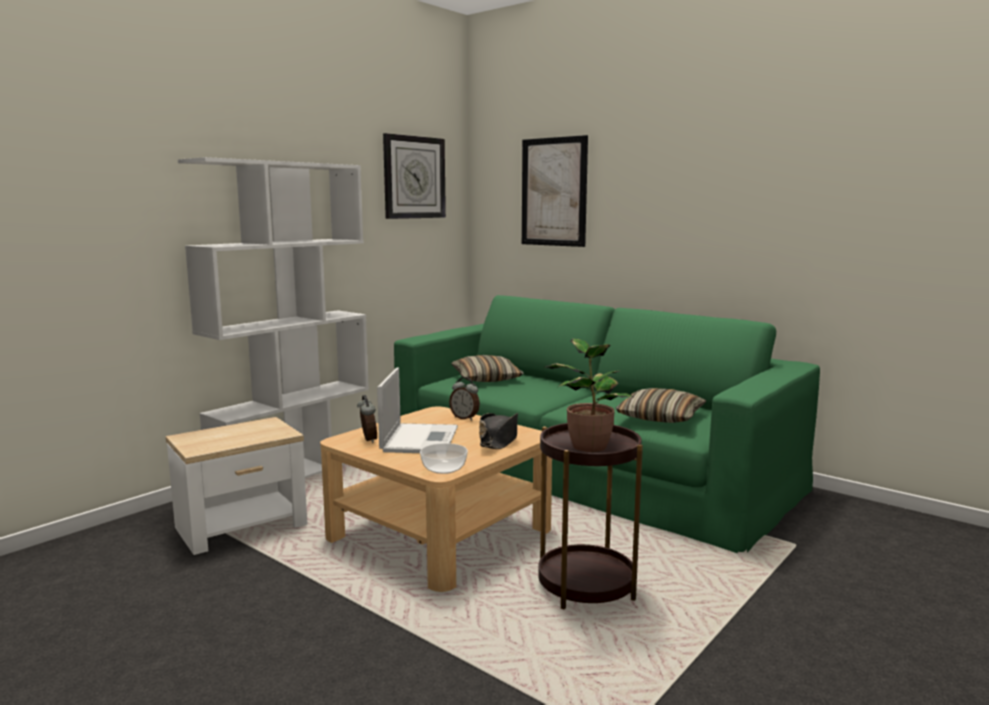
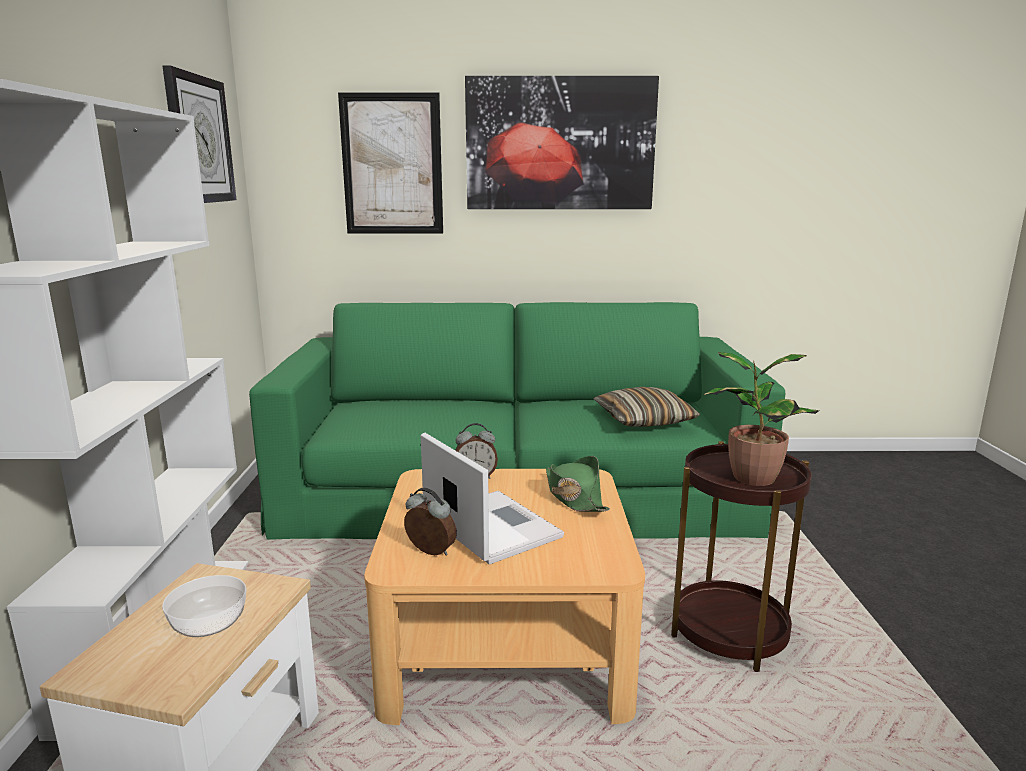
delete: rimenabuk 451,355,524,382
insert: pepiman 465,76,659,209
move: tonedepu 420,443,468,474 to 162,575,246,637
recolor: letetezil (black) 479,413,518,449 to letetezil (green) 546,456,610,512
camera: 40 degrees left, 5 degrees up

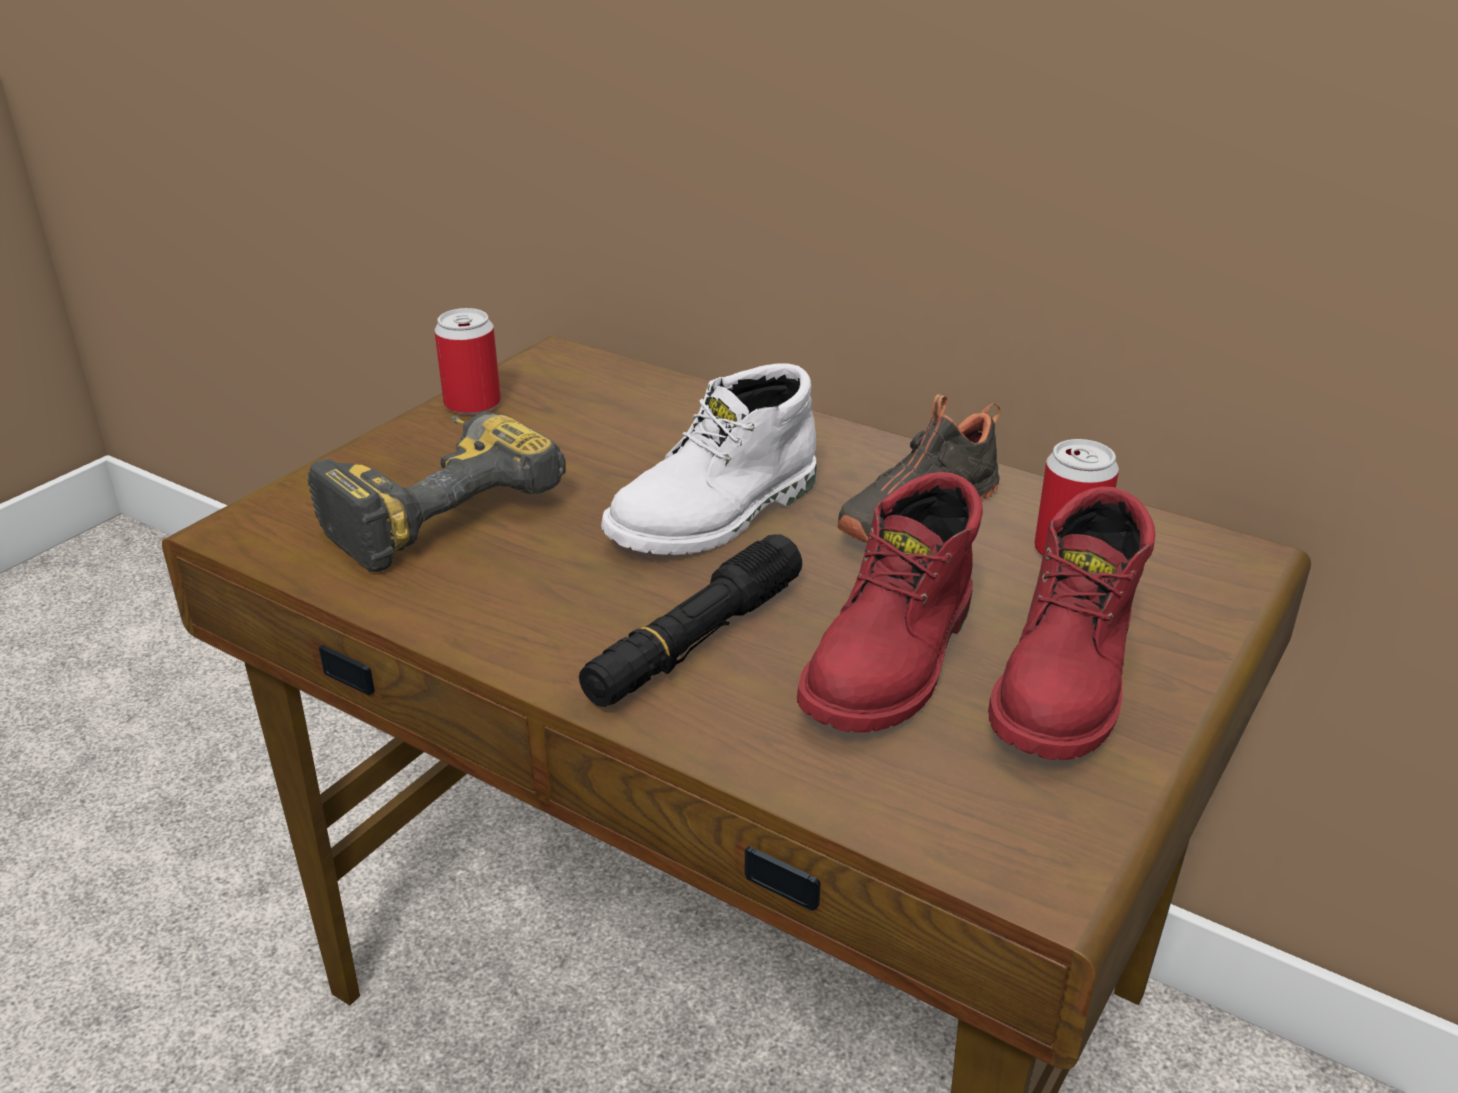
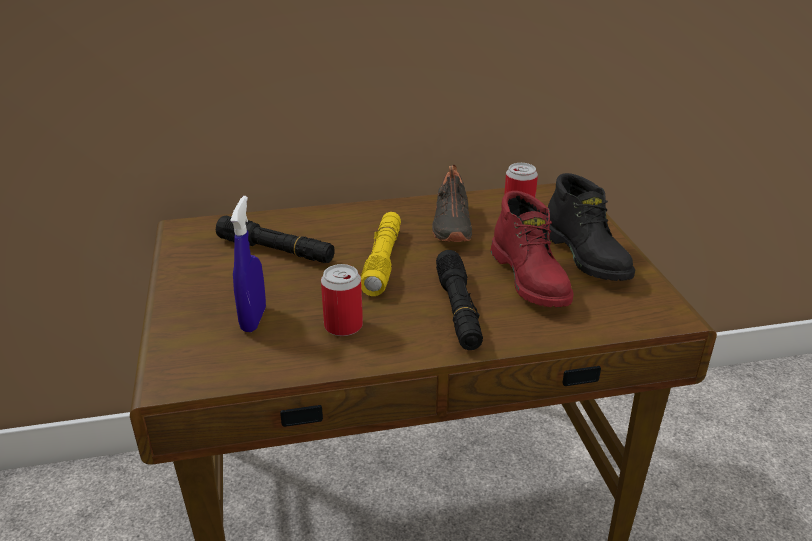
insert: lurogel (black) 216,216,335,263
move: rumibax 435,308,501,415 to 321,264,363,336
replace: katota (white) 601,363,817,555 to lurogel (yellow) 361,212,401,296; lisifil 307,412,565,572 to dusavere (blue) 230,196,266,332
recolor: katota (red) 988,486,1156,760 to katota (black) 548,173,635,281
camera: 45 degrees left, 0 degrees up

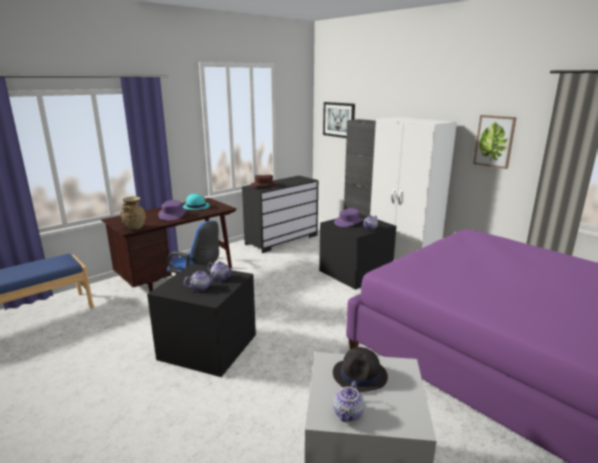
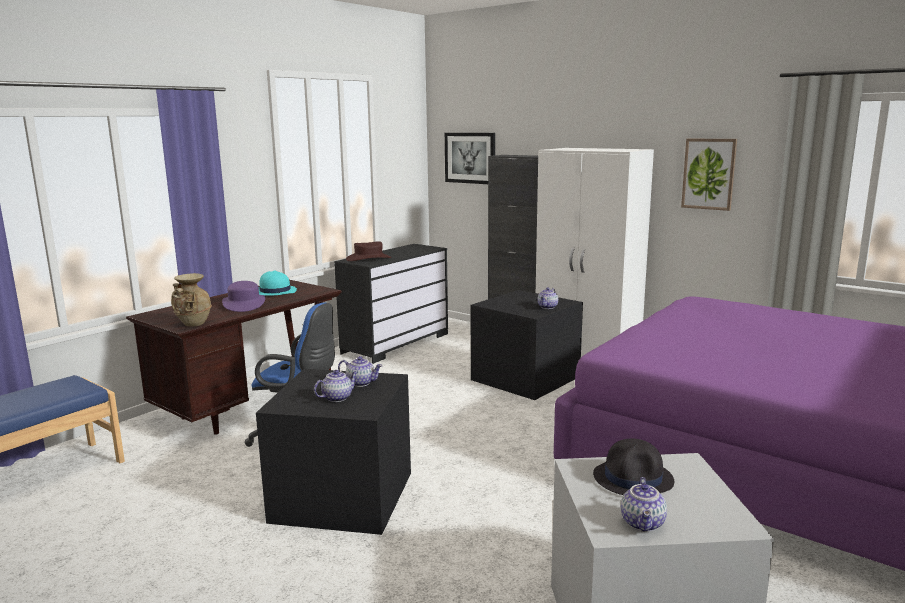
delete: letetezil (purple) 334,208,364,227
camera: 10 degrees left, 5 degrees down

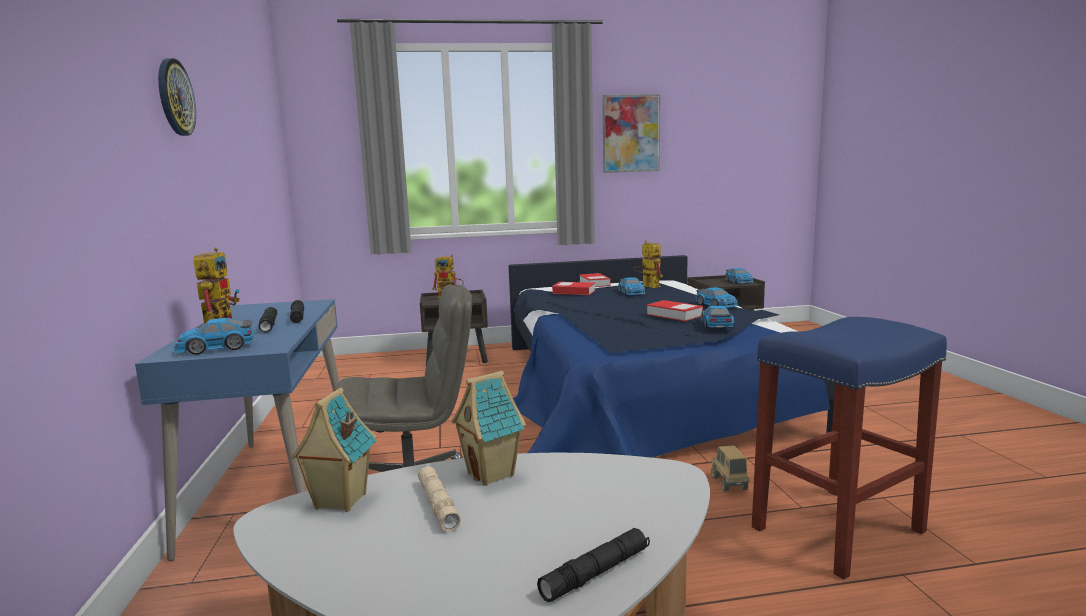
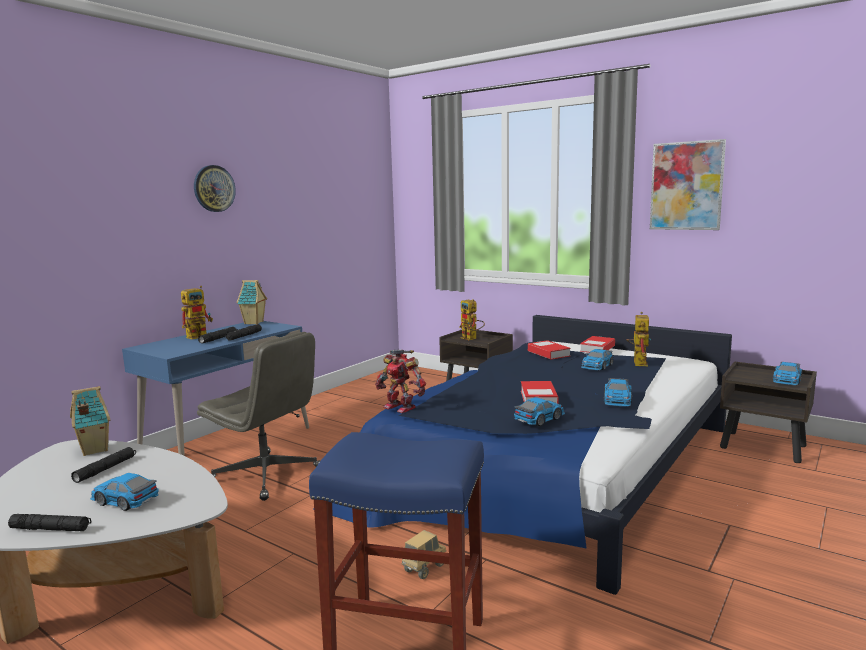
insert: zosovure 375,350,426,413
move: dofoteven 173,318,254,355 to 90,473,159,511; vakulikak 451,371,526,486 to 237,280,267,324
recolor: lurogel (beige) 418,466,461,532 to lurogel (black) 71,447,136,483
camera: 45 degrees right, 0 degrees up

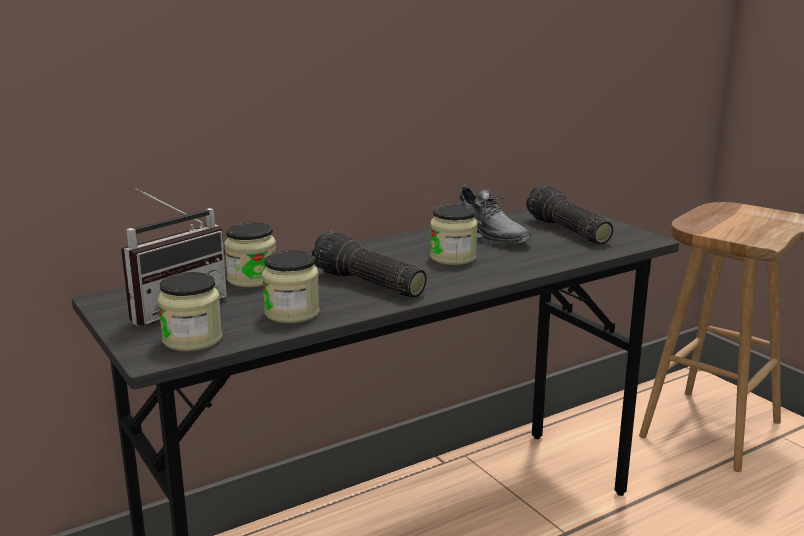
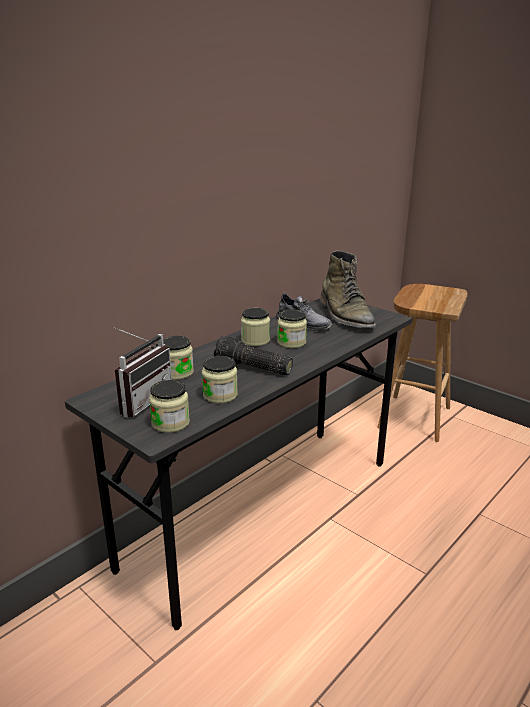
insert: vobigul 241,308,270,346
replace: lurogel 526,185,613,245 to katota (green) 320,251,376,328
camera: 15 degrees left, 5 degrees up

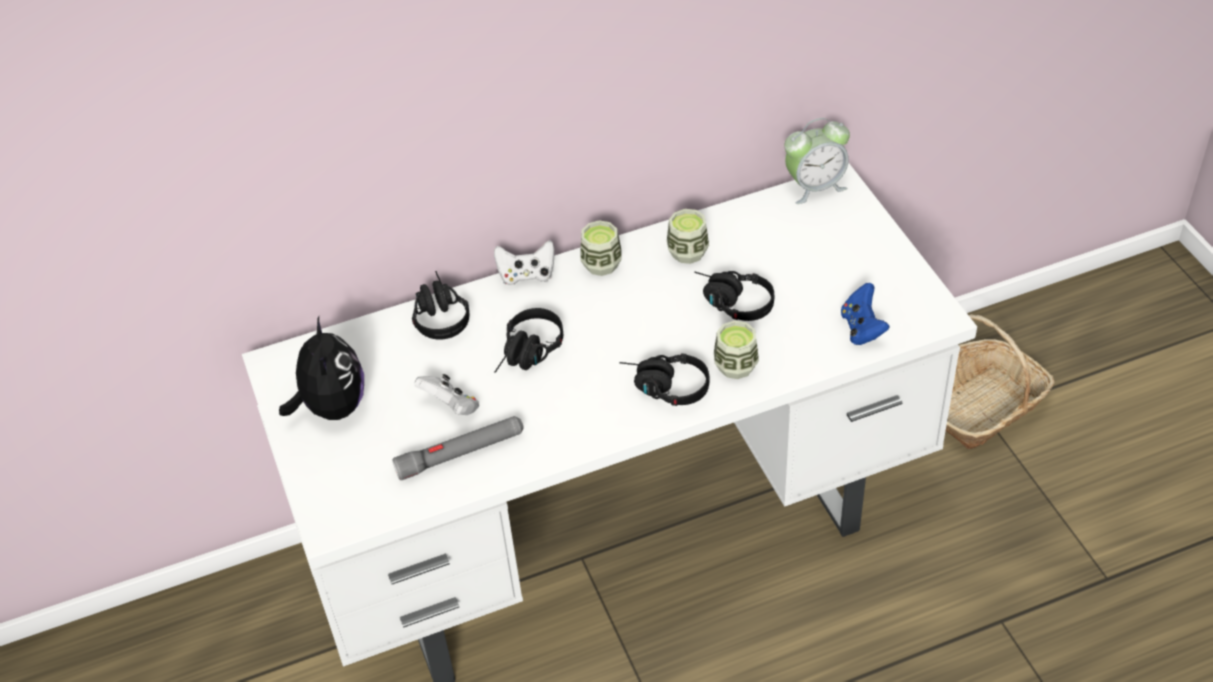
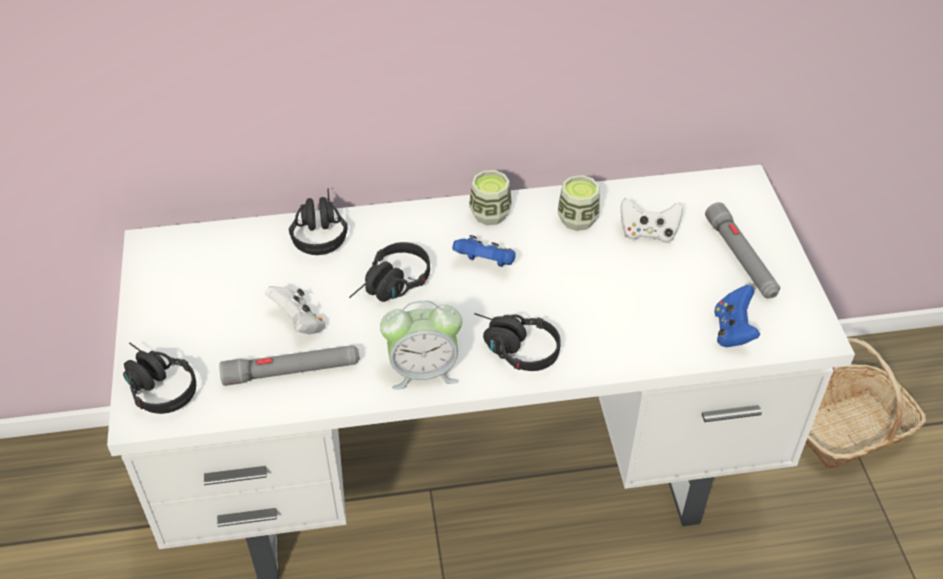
delete: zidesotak 279,317,364,420; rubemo 714,321,759,379
insert: lurogel (grey) 705,202,780,298; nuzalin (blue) 452,235,516,267
move: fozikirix 784,118,850,204 to 380,300,462,390; nuzalin (white) 494,240,554,286 to 621,197,683,243; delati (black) 694,271,774,321 to 123,342,196,414
camera: 10 degrees right, 0 degrees up

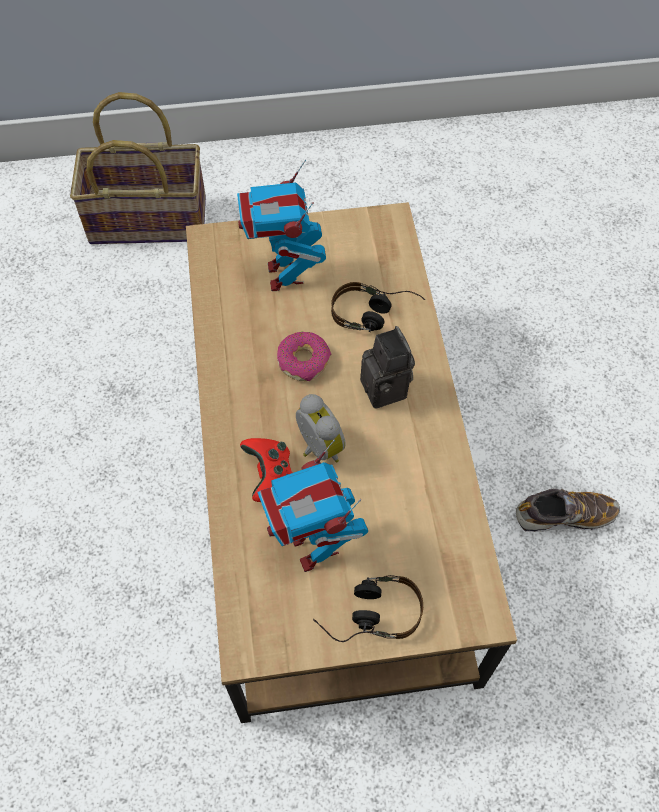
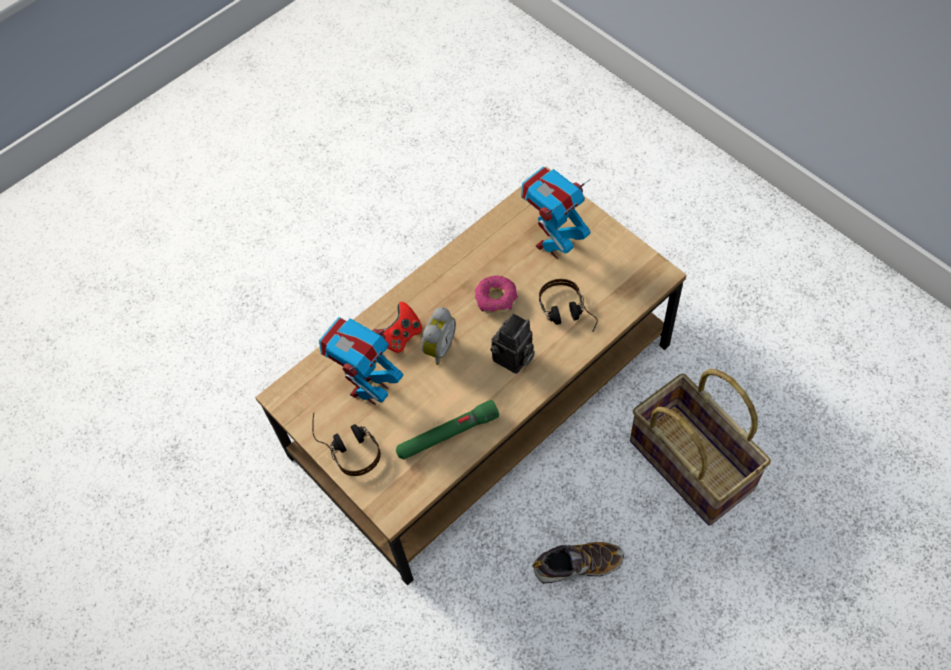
insert: lurogel (green) 396,400,499,459
move: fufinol 70,92,206,244 to 630,369,771,526
rotate: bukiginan 515,488,620,532 = 533,542,624,584 60 degrees counterclockwise
camera: 60 degrees right, 0 degrees up

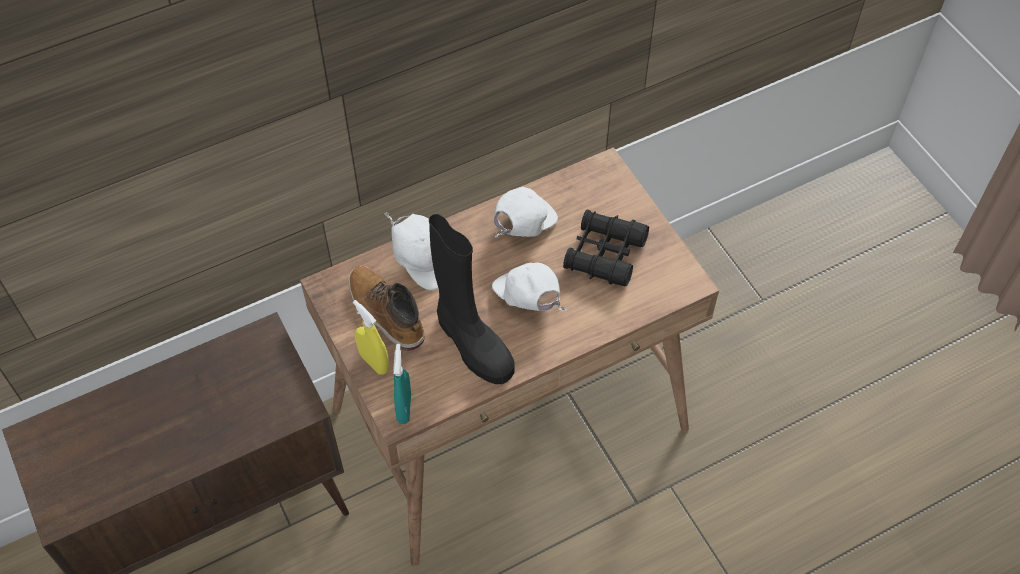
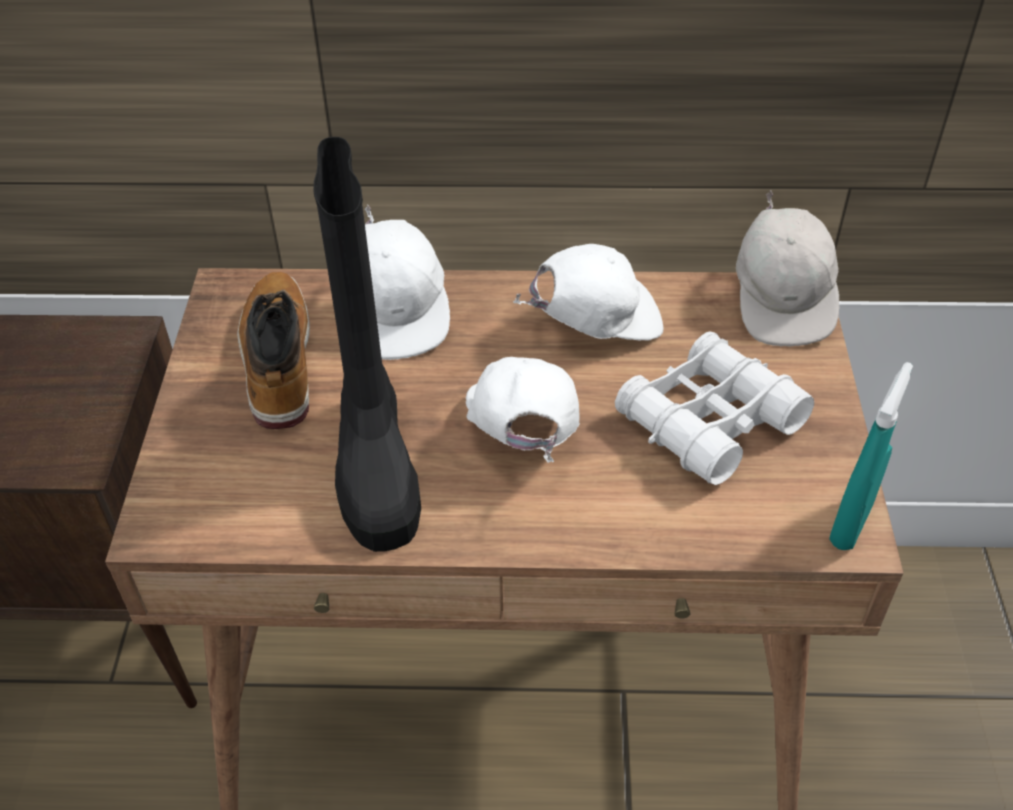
delete: dusavere (yellow) 353,300,389,375
insert: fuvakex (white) 736,190,839,346
move: dusavere (turquoise) 393,344,411,424 to 829,362,913,550
recolor: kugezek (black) 563,209,649,286 to kugezek (white) 615,332,814,485
camera: 30 degrees right, 10 degrees down

